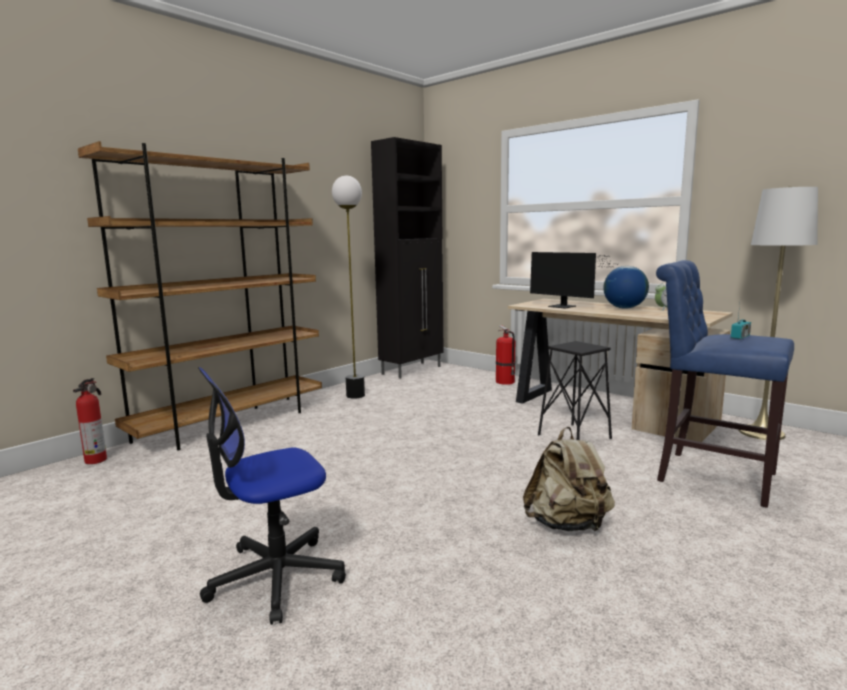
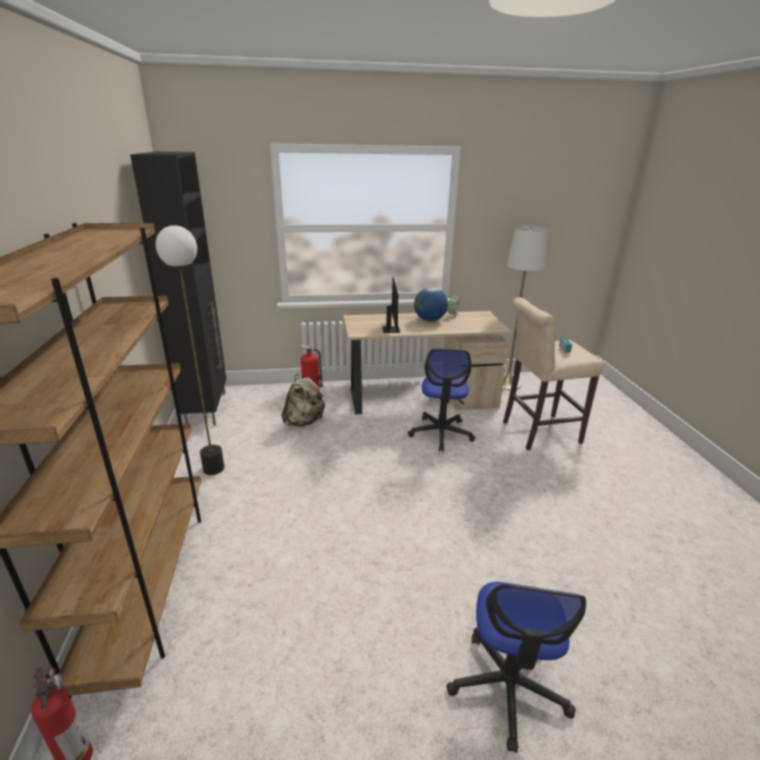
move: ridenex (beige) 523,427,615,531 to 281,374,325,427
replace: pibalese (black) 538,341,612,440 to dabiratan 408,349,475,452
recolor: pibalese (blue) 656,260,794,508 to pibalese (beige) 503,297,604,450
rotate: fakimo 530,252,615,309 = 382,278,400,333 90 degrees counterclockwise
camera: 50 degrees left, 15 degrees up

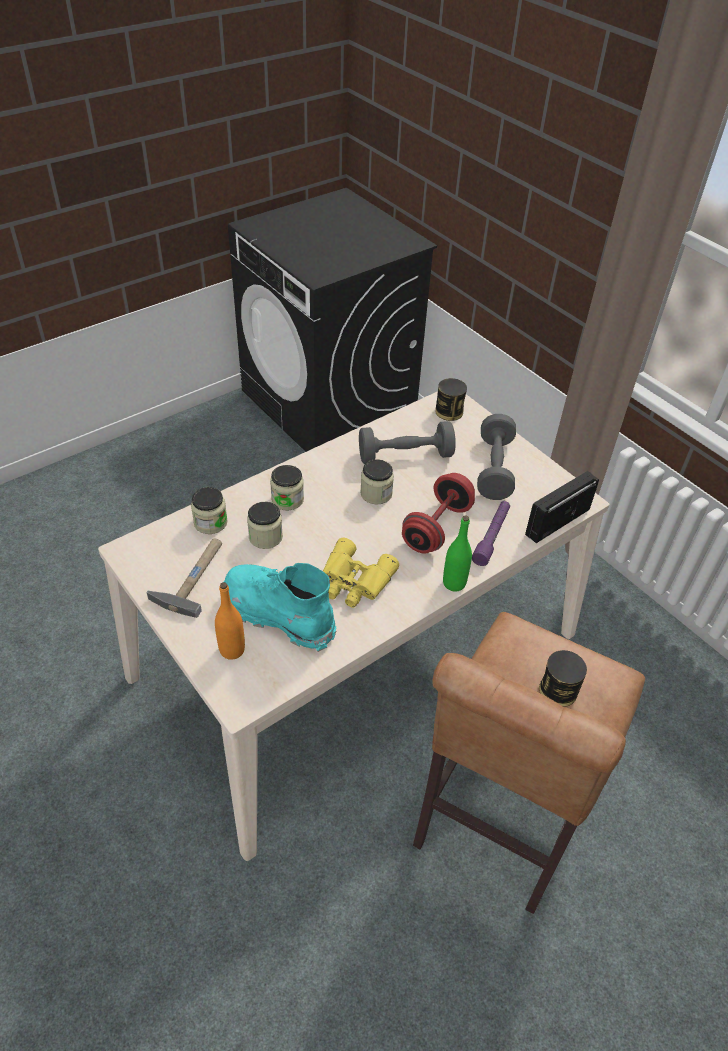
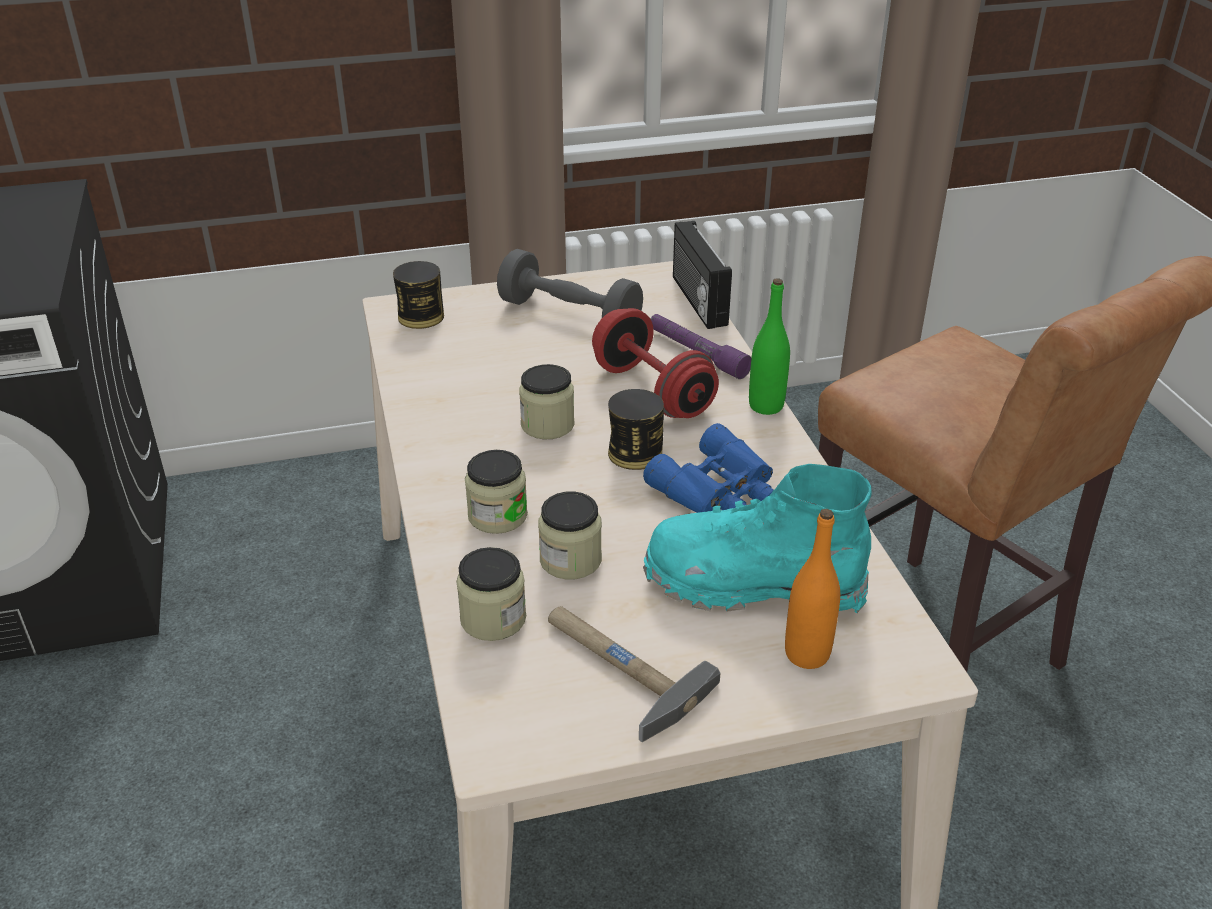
delete: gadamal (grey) 359,421,456,464
move: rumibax 539,650,587,707 to 608,389,664,470
recolor: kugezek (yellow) 323,538,399,608 to kugezek (blue) 643,423,773,513
rotate: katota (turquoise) 224,563,336,652 = 643,464,872,613 45 degrees clockwise
camera: 65 degrees left, 10 degrees down

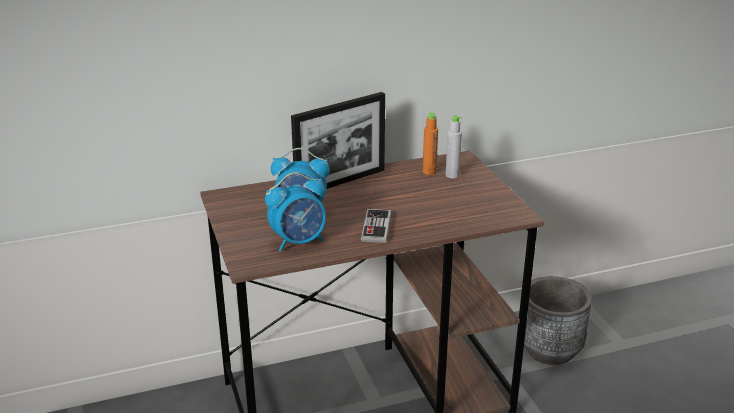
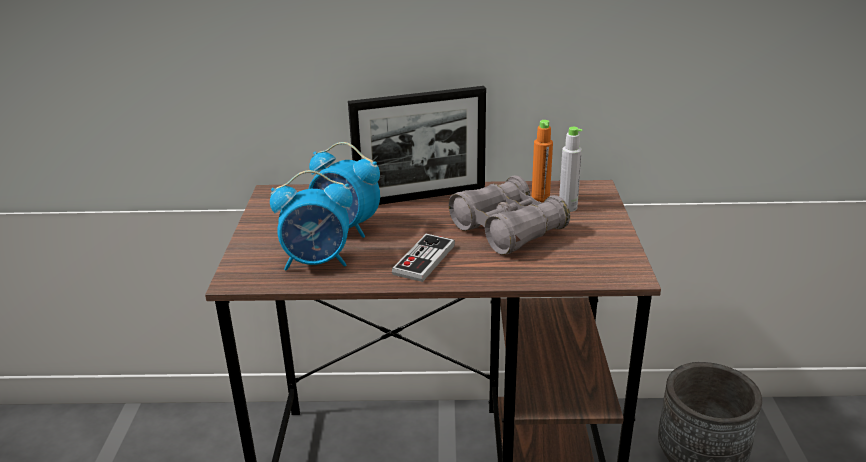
insert: kugezek (grey) 449,176,570,255
camera: 20 degrees right, 0 degrees up

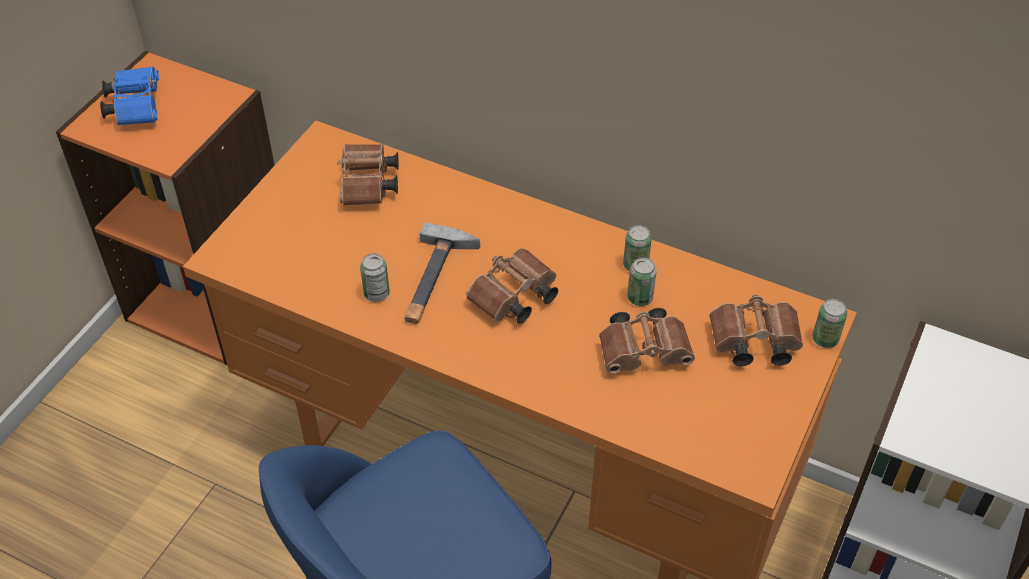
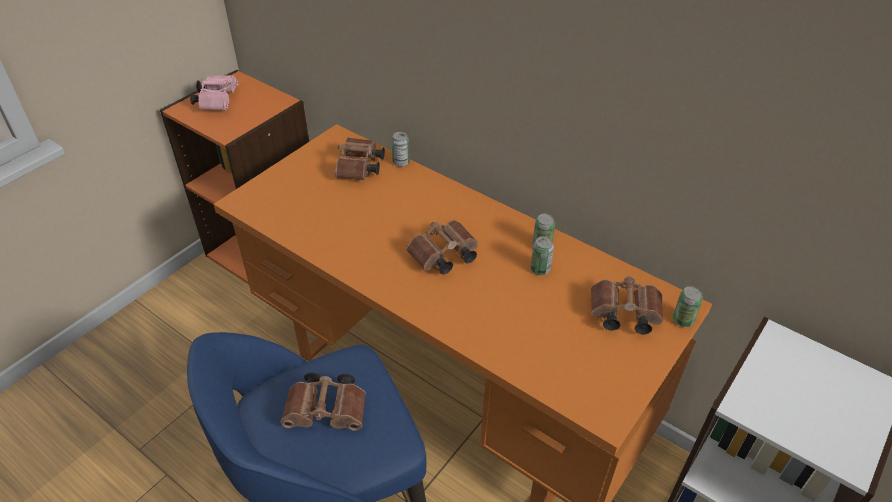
delete: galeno 404,222,480,324
move: rumibax 360,253,390,302 to 391,132,410,167; kugezek (brown) 599,308,695,374 to 281,372,366,431
recolor: kugezek (blue) 100,66,159,125 to kugezek (pink) 190,75,238,111
camera: 10 degrees right, 5 degrees down

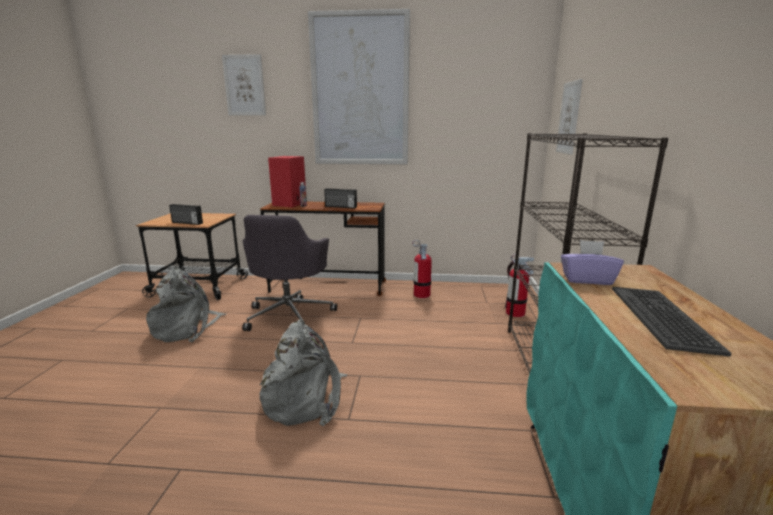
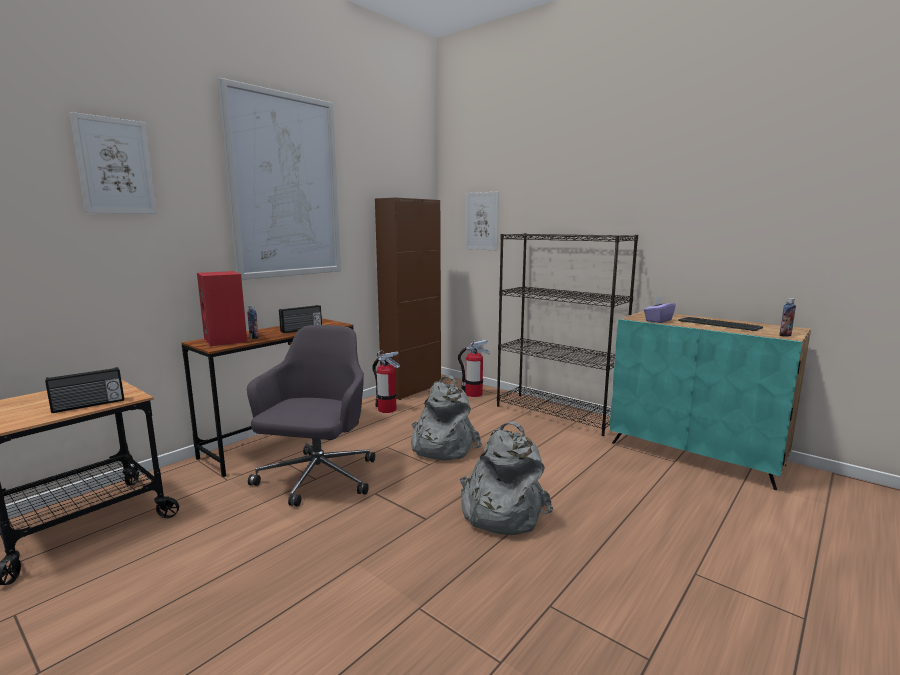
insert: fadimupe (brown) 375,197,441,400; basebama 779,298,796,336
move: ridenex (grey) 146,266,226,342 to 411,375,482,460
rotate: dabiratan (grey) 242,215,337,331 = 247,325,375,506 120 degrees counterclockwise
camera: 55 degrees left, 5 degrees down

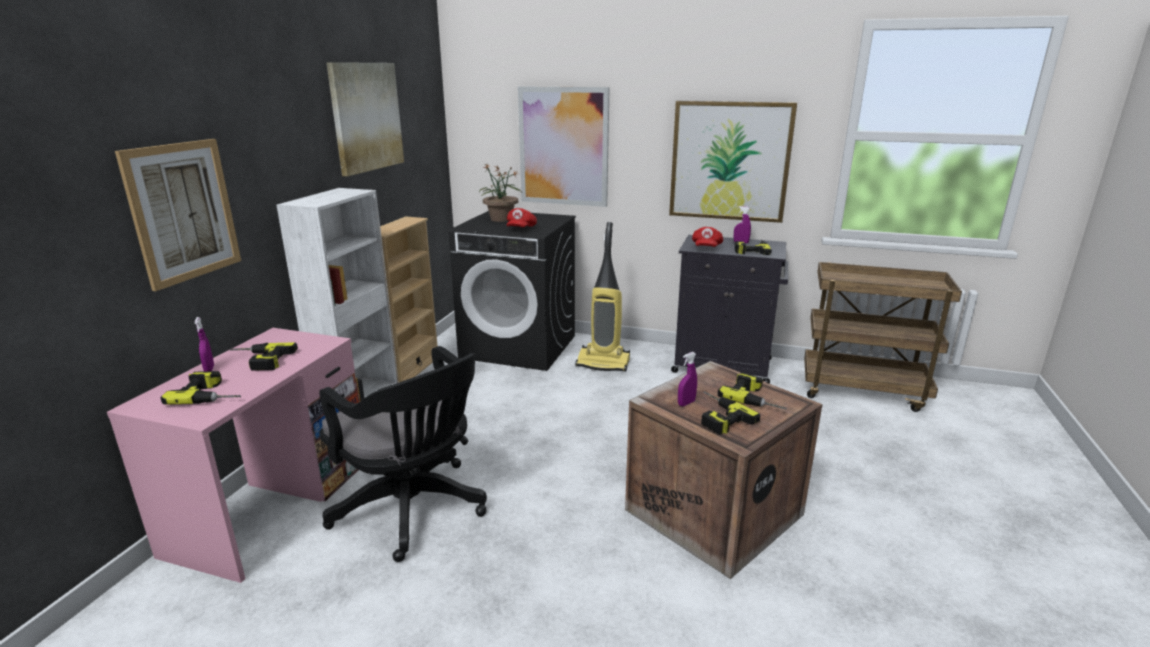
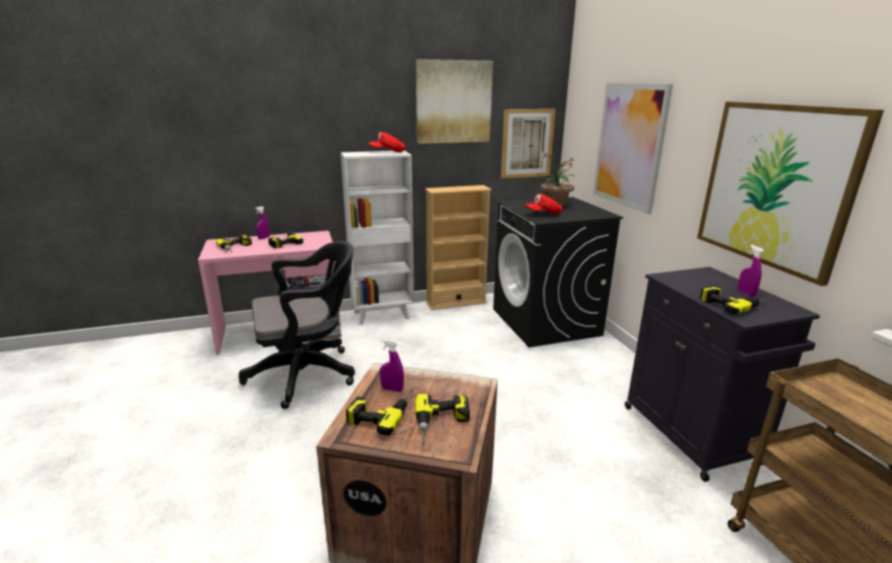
delete: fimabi 575,222,630,372
move: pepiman 115,139,241,291 to 501,109,556,178; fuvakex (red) 692,227,723,247 to 368,132,405,152
rotate: dabiratan (black) 319,346,487,562 = 239,241,355,409 120 degrees counterclockwise
camera: 55 degrees right, 0 degrees up

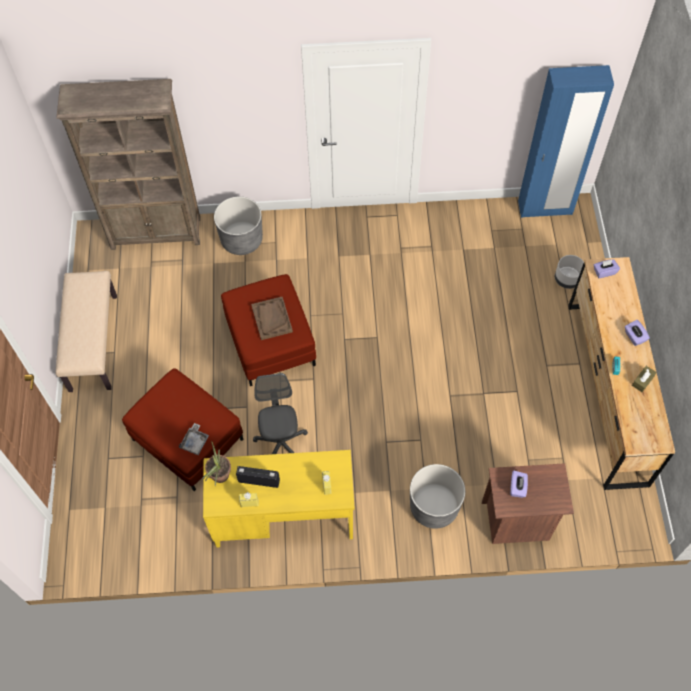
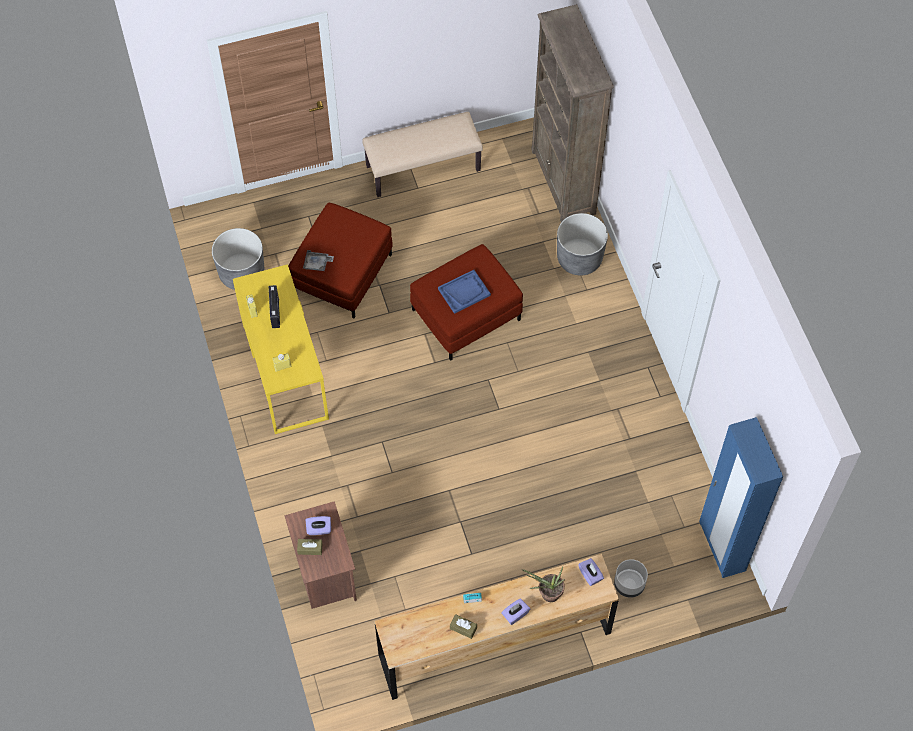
delete: dabiratan (grey) 253,373,308,454
insert: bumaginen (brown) 297,539,323,555
move: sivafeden 202,441,231,486 to 521,566,565,602; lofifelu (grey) 410,464,465,529 to 212,228,264,290
recolor: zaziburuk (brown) 251,297,293,340 to zaziburuk (blue) 438,270,491,314
camera: 75 degrees right, 0 degrees up

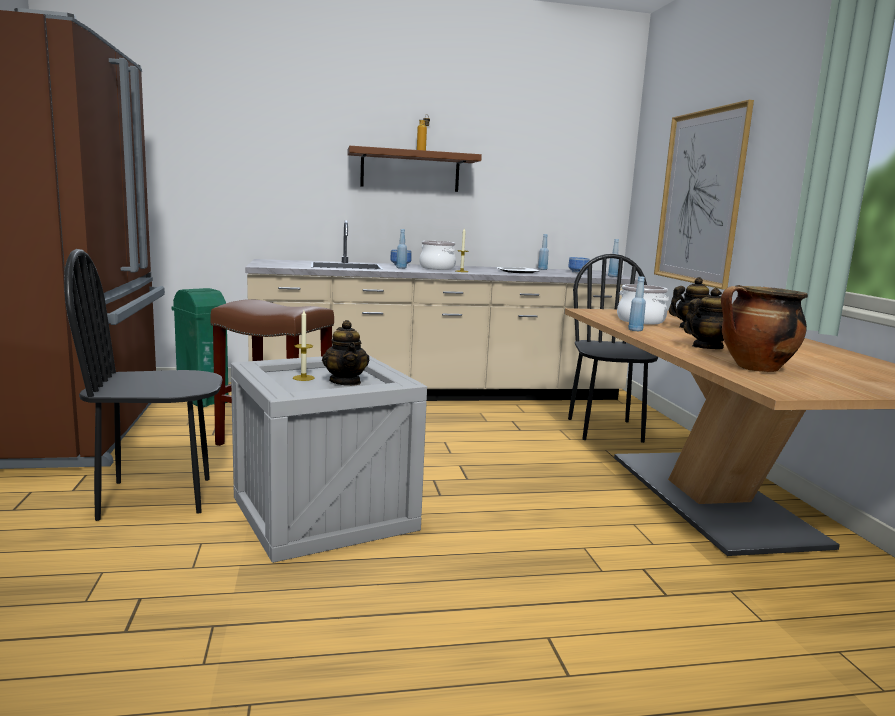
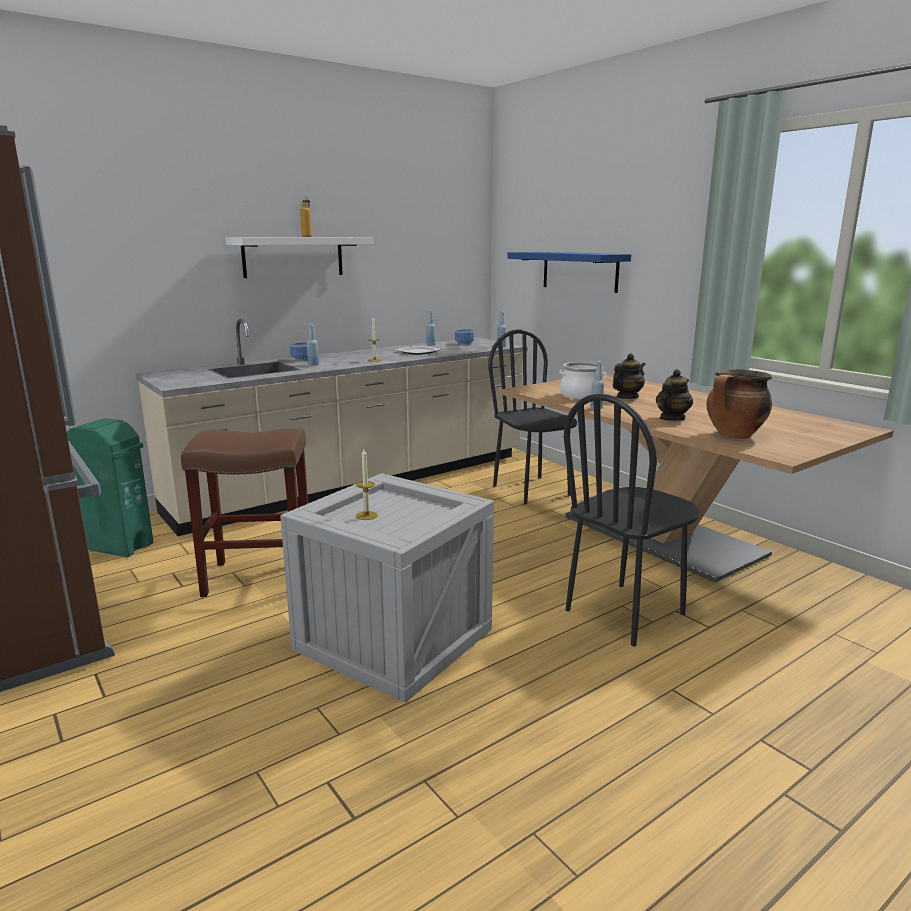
delete: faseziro 419,241,456,270; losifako 322,320,369,386
move: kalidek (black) 64,249,223,521 to 564,394,700,647
replace: pepiman 654,100,754,289 to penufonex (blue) 507,252,631,293
recolor: penufonex (brown) 347,146,482,192 to penufonex (white) 225,237,373,278
camera: 25 degrees left, 5 degrees up

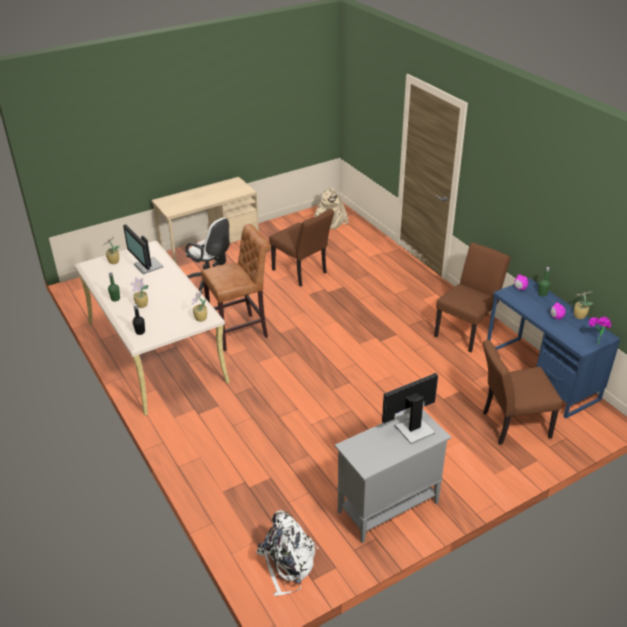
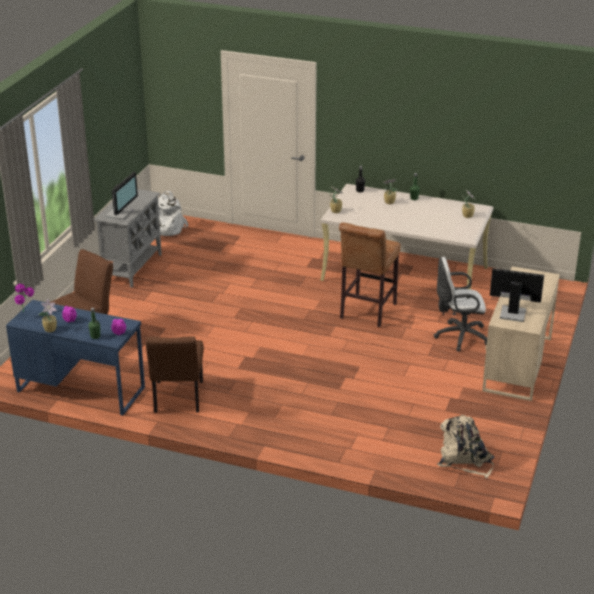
delete: kalidek (brown) 269,209,334,287
move: fakimo 123,224,163,274 to 490,268,544,322
camera: 140 degrees right, 5 degrees down

